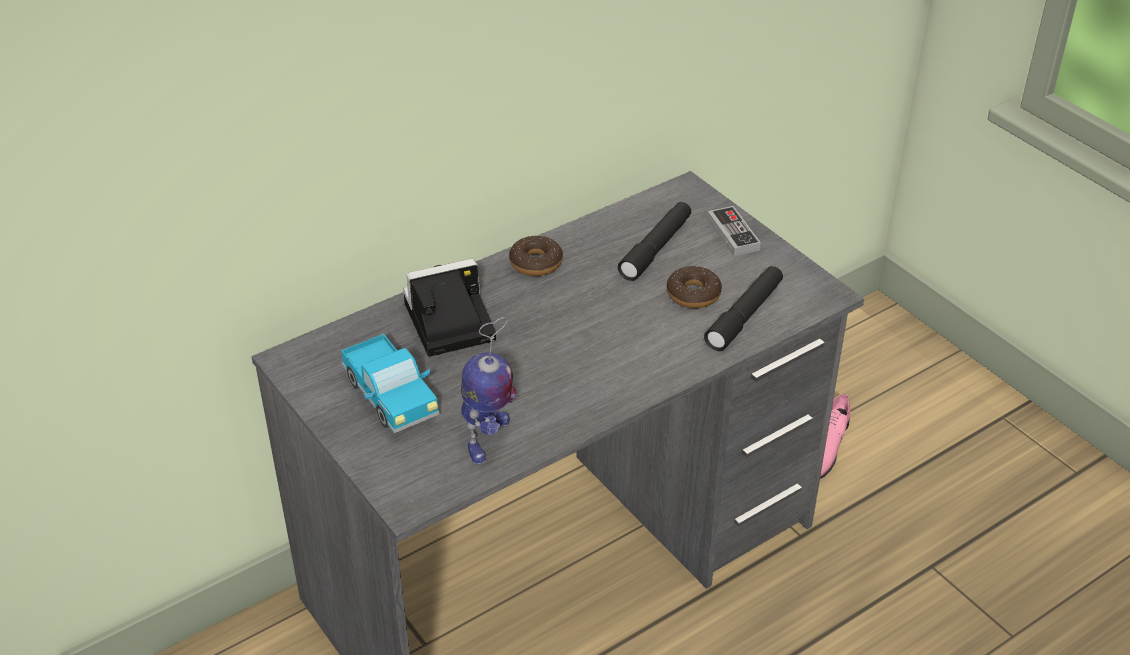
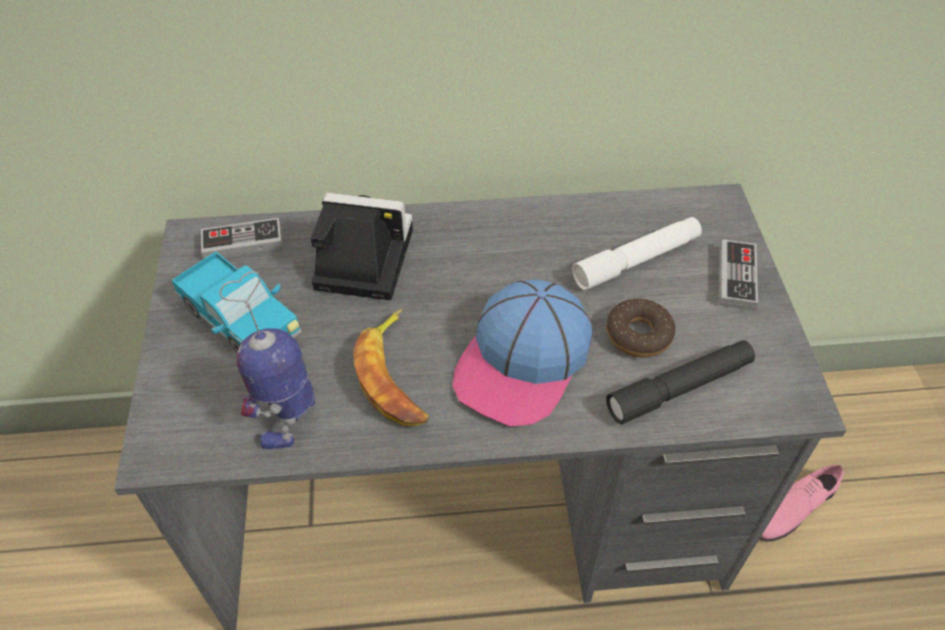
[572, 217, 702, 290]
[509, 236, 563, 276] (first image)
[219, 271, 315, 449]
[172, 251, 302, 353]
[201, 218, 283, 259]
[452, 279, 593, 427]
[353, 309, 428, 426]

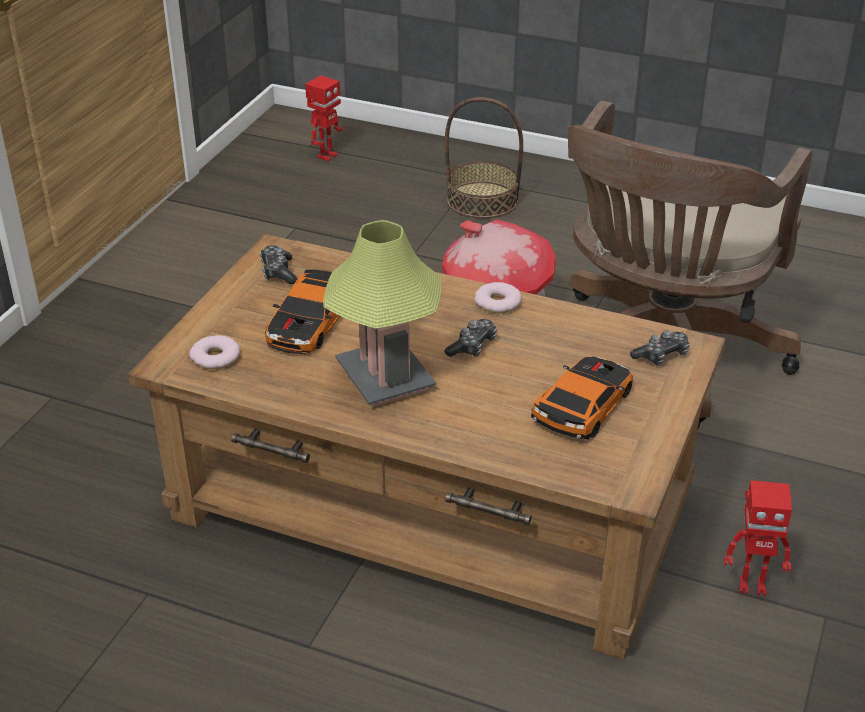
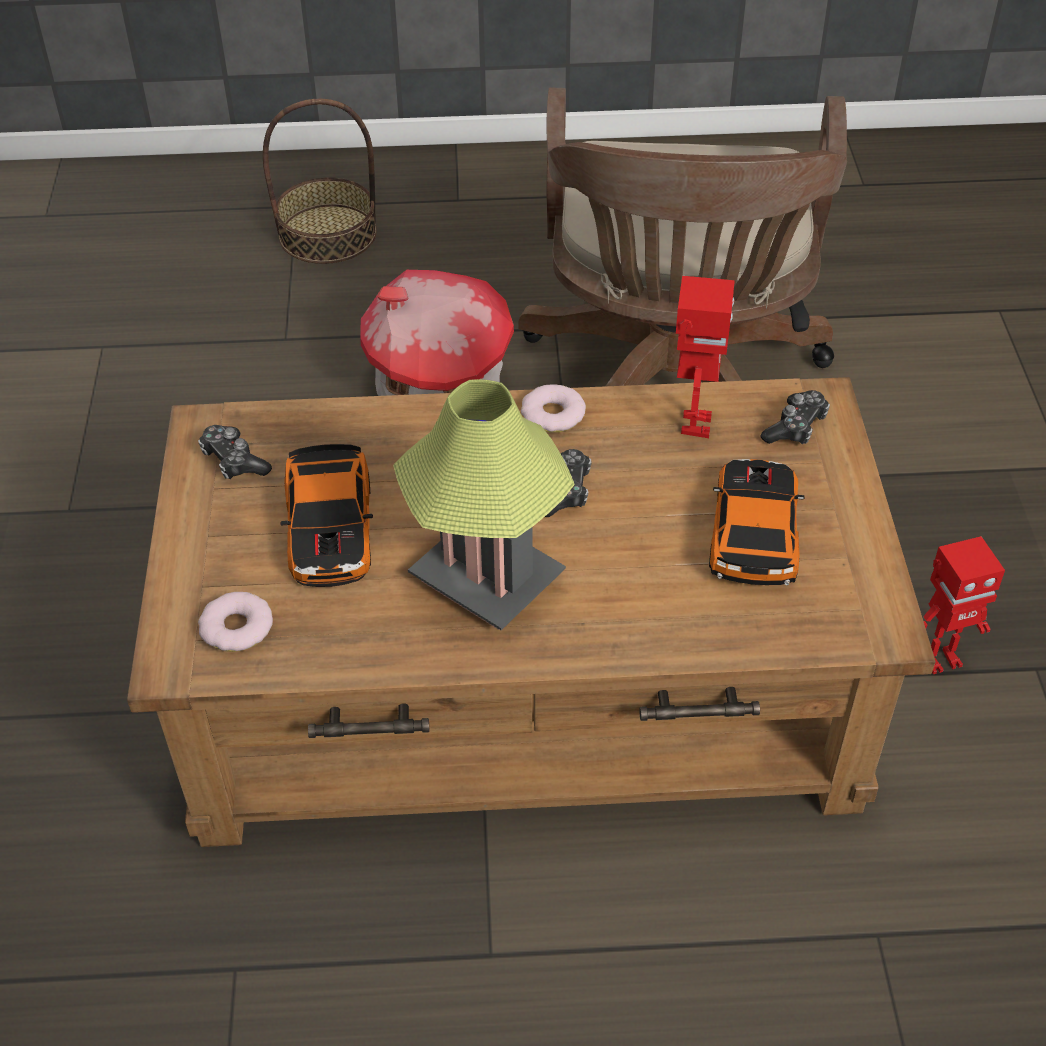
[676, 276, 735, 438]

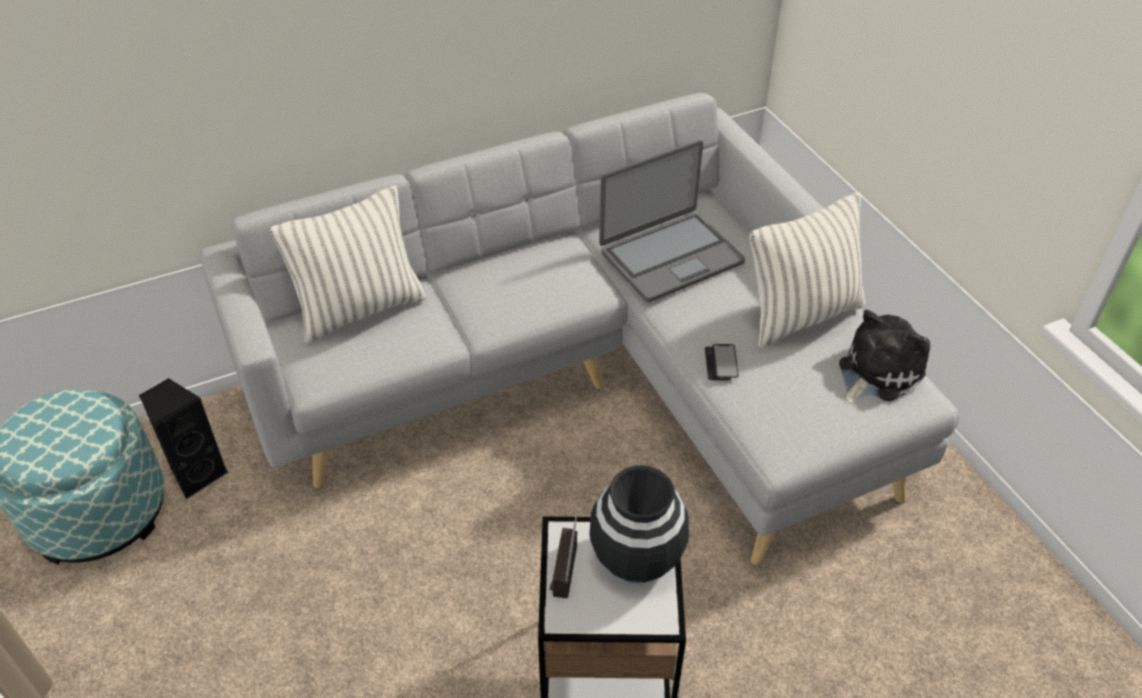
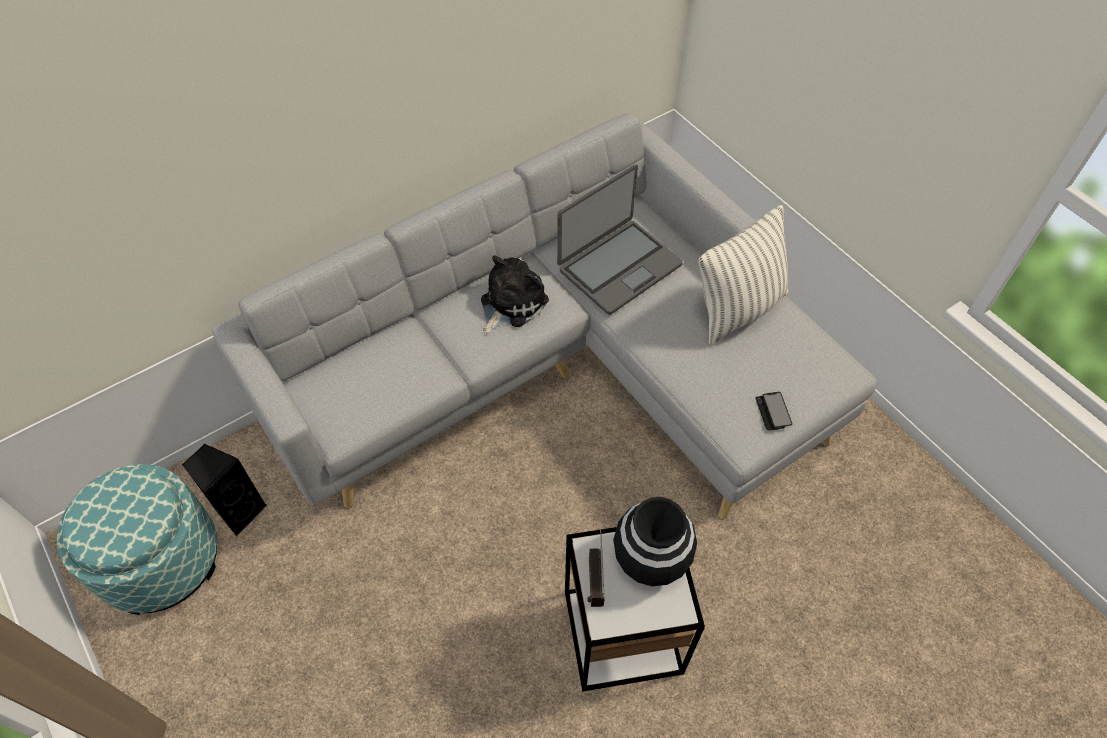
[269, 186, 426, 343] (first image)
[481, 255, 549, 334]
[755, 392, 792, 431]

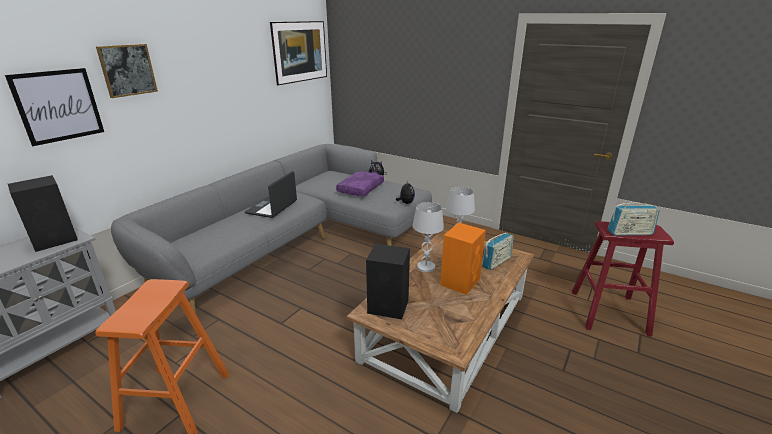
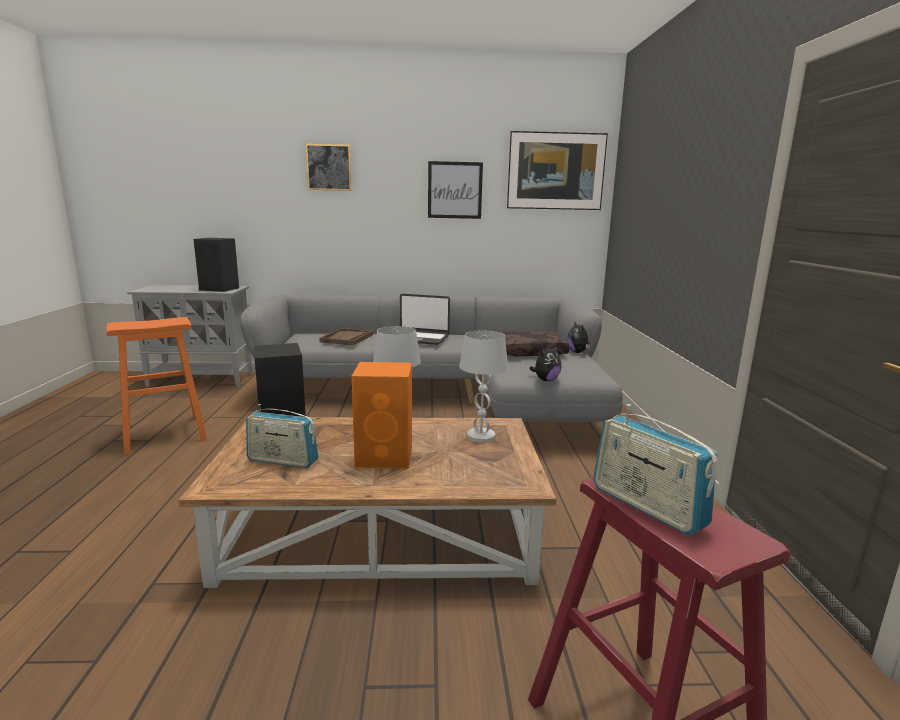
[428, 161, 483, 219]
[400, 294, 450, 345]
[502, 331, 570, 357]
[246, 404, 318, 468]
[319, 328, 373, 345]

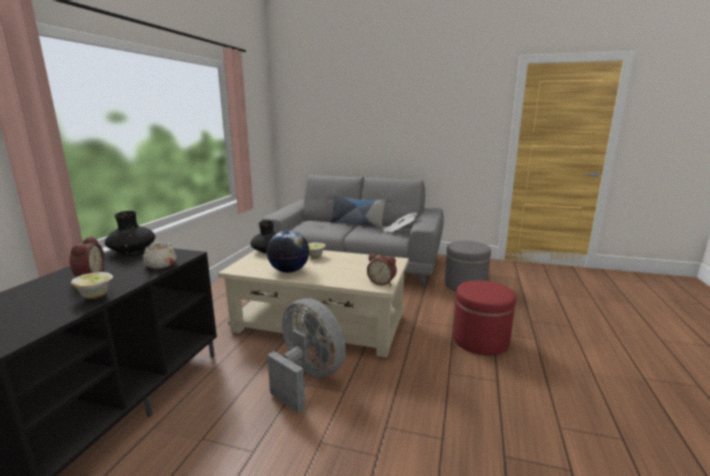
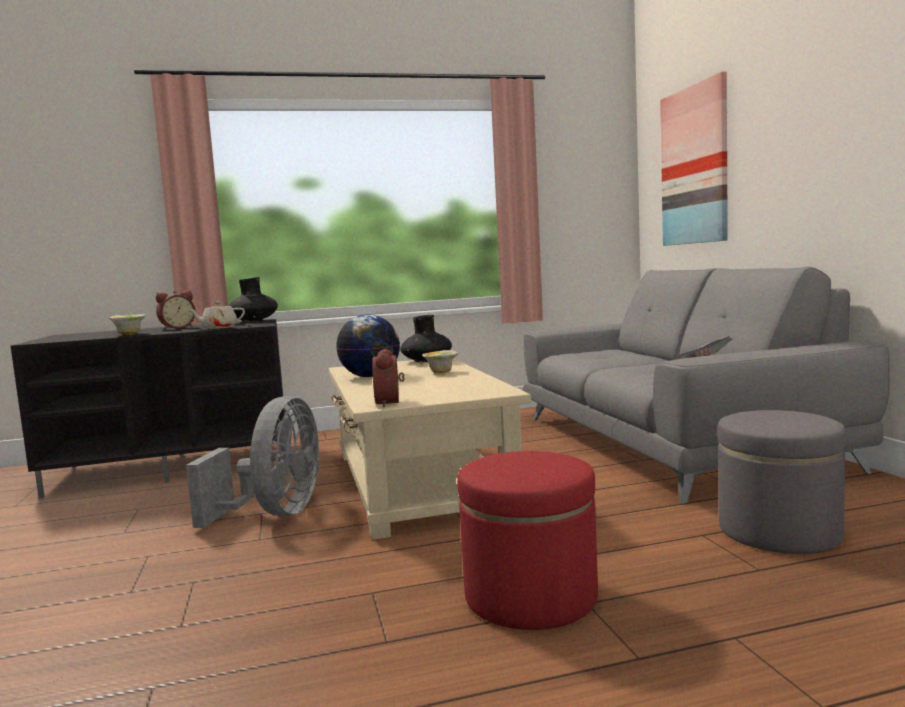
[330, 195, 386, 229] (first image)
[660, 71, 728, 246]

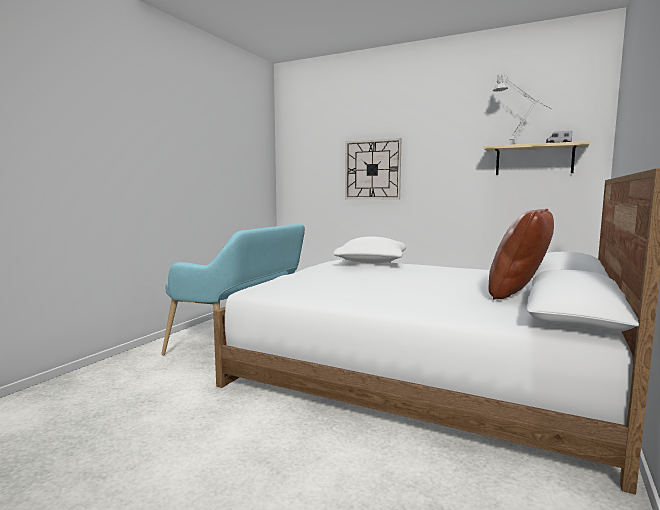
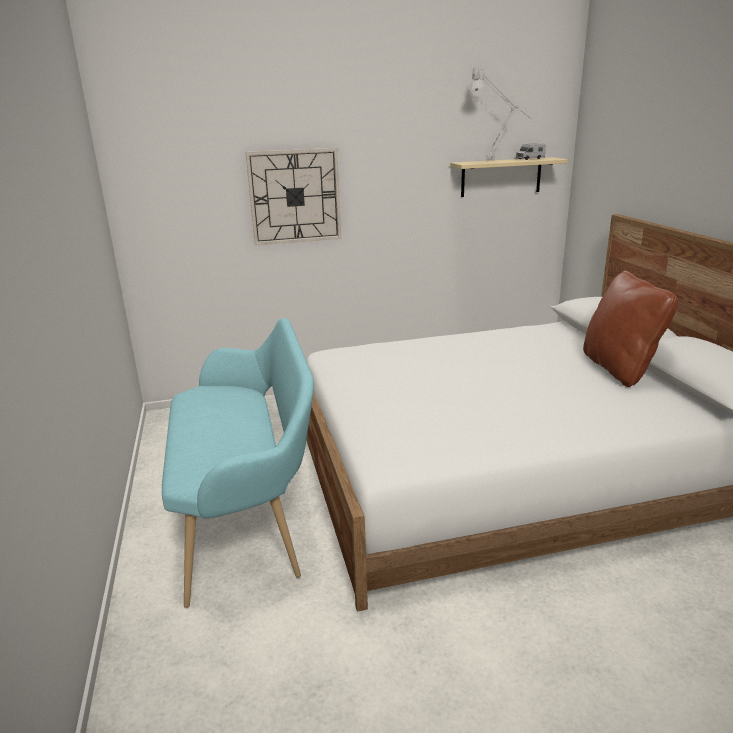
[333, 237, 406, 263] (first image)

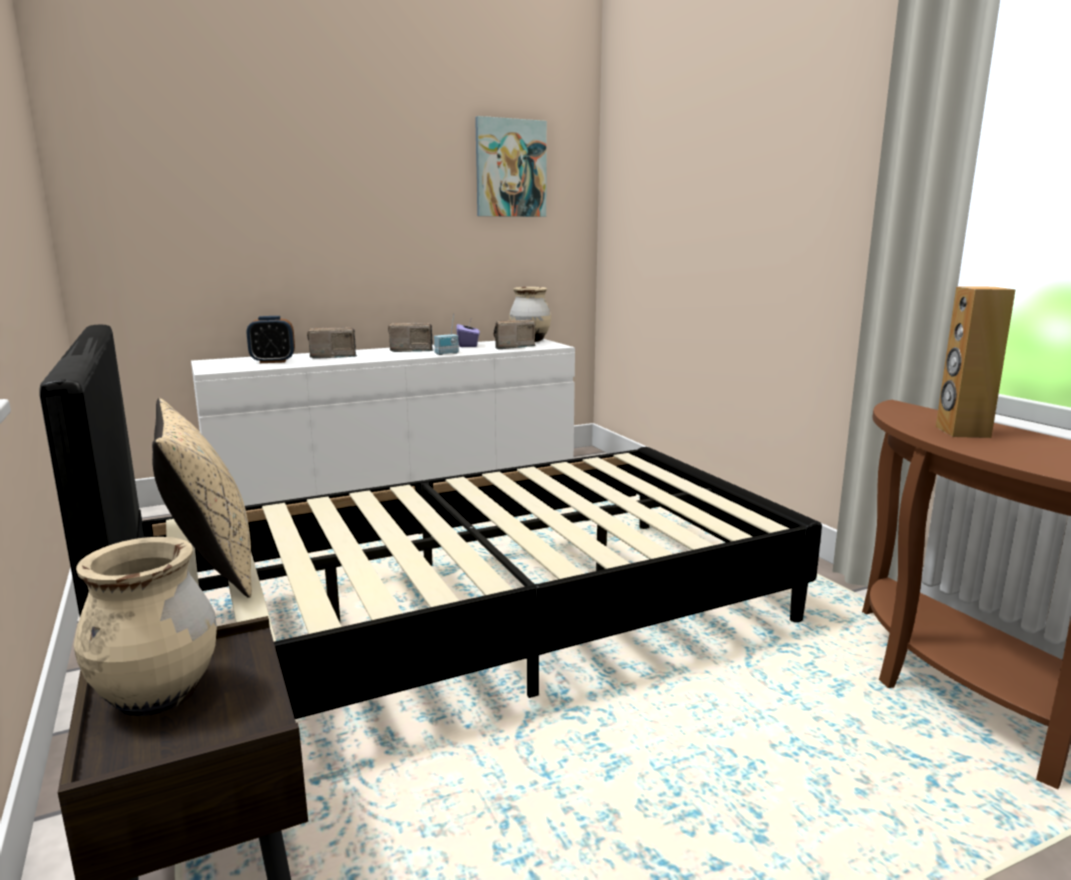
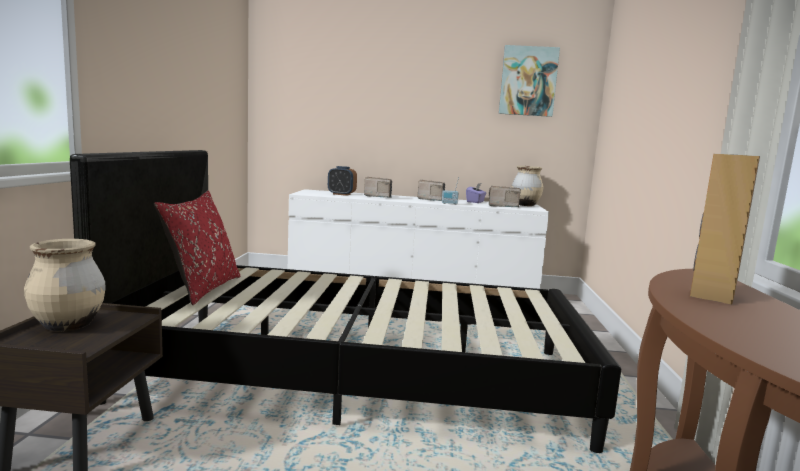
[154, 191, 240, 305]

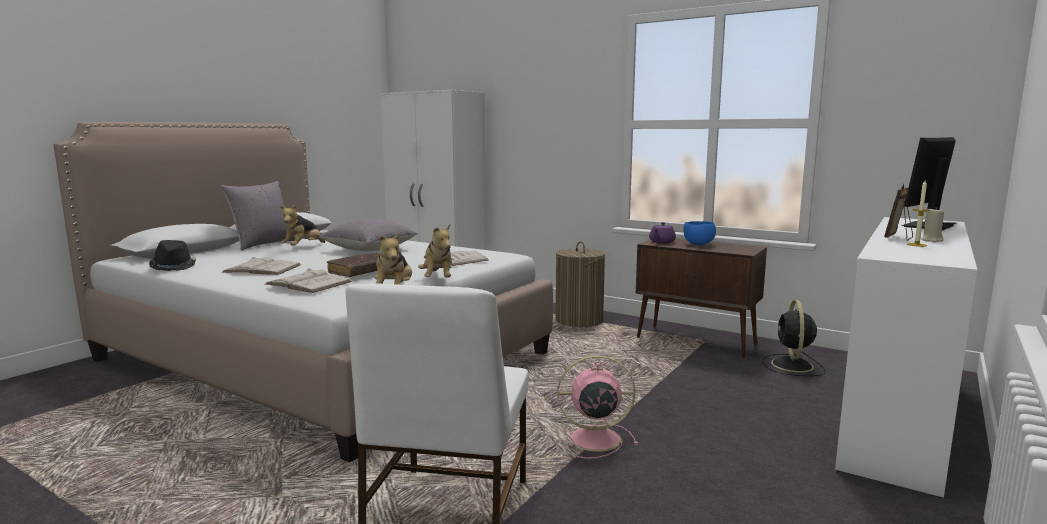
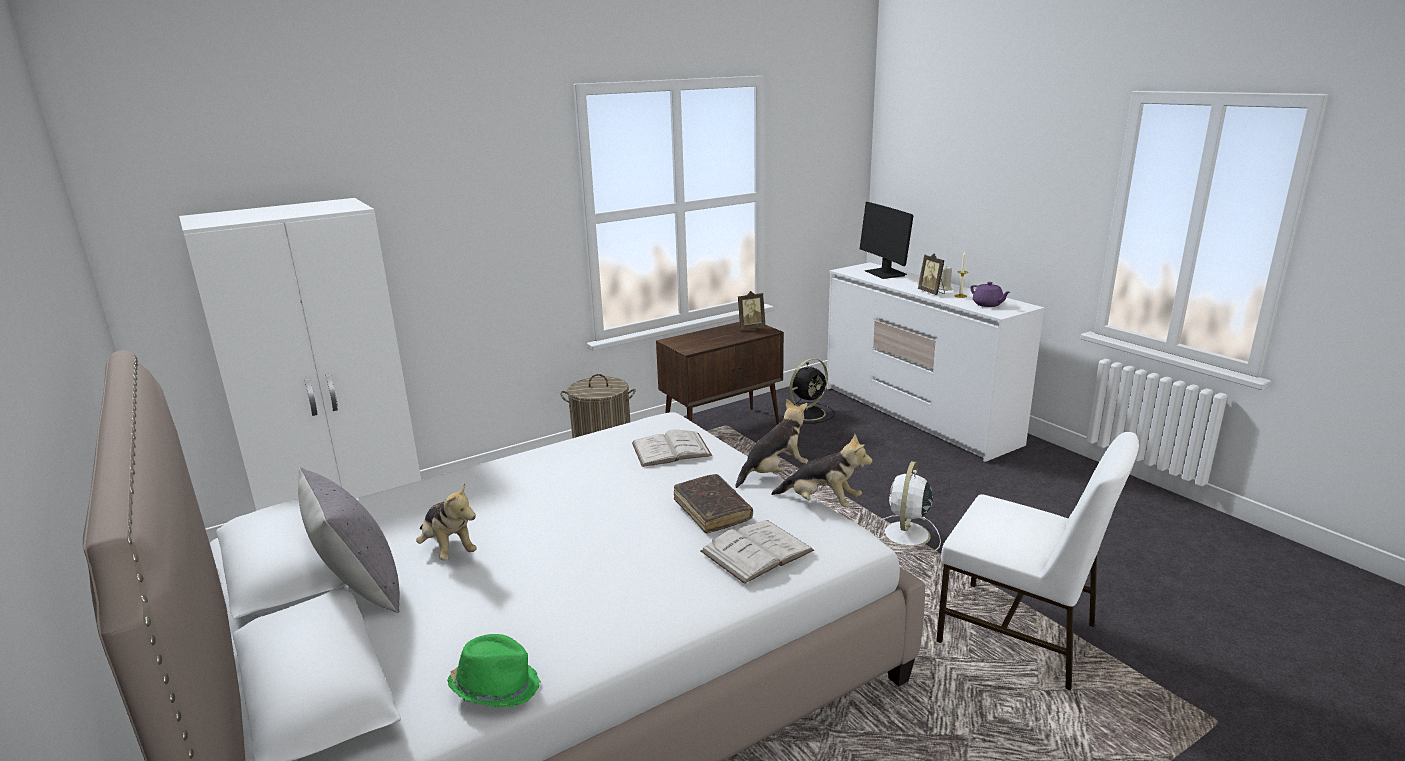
[319, 219, 418, 251] (first image)
[683, 221, 716, 245] (first image)
[971, 282, 1010, 307]
[735, 399, 808, 488]
[447, 634, 541, 708]
[221, 257, 300, 275] (first image)
[783, 358, 835, 424]
[881, 461, 941, 550]
[738, 291, 765, 330]

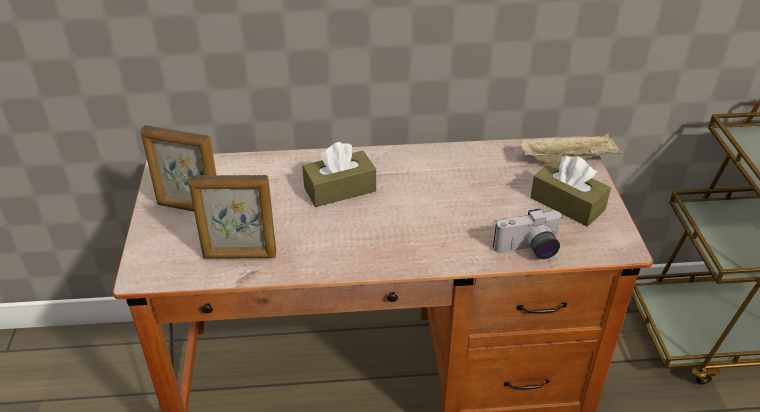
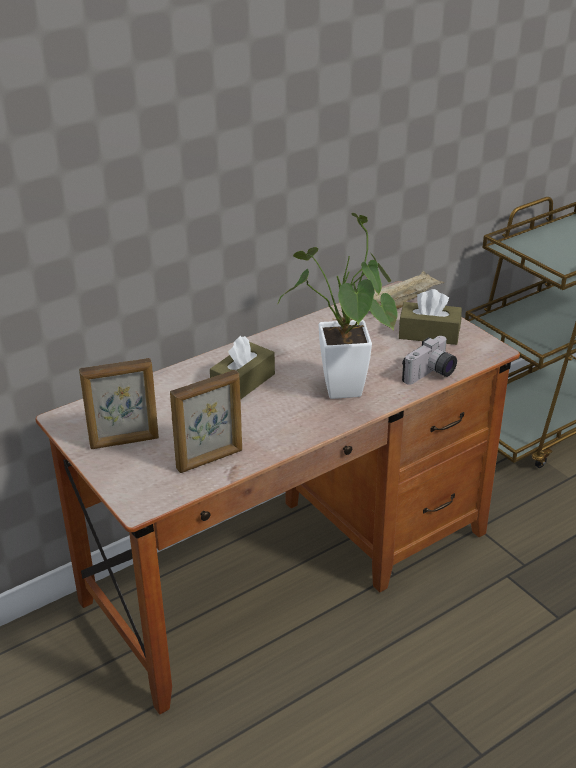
[277, 213, 398, 399]

